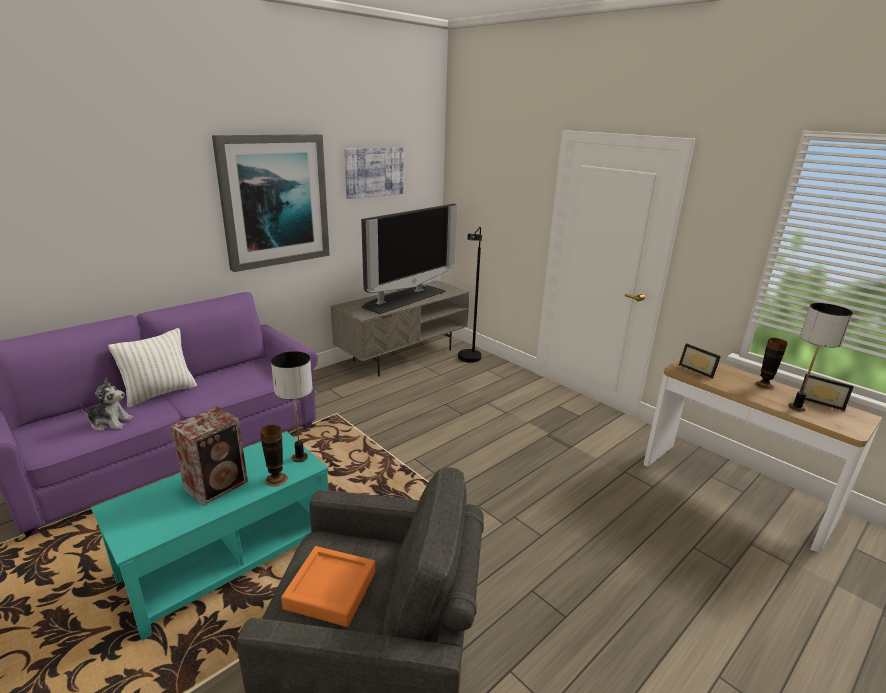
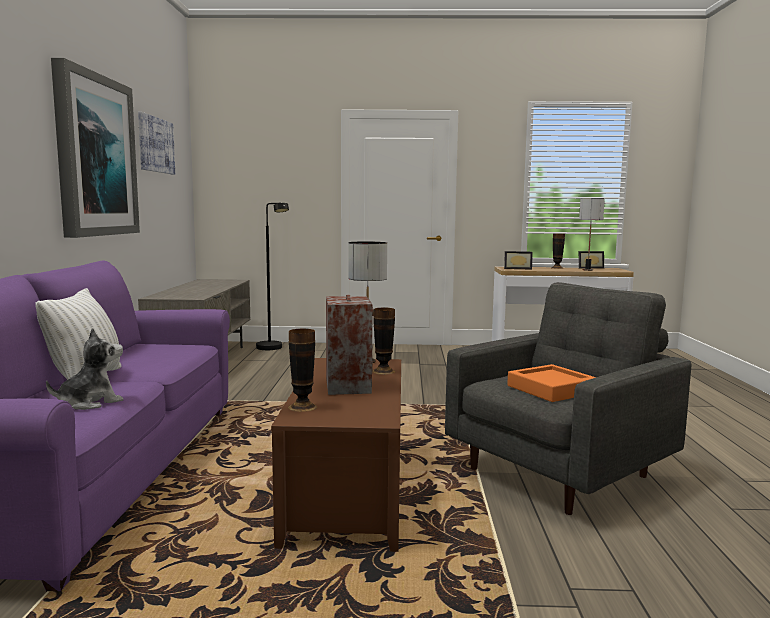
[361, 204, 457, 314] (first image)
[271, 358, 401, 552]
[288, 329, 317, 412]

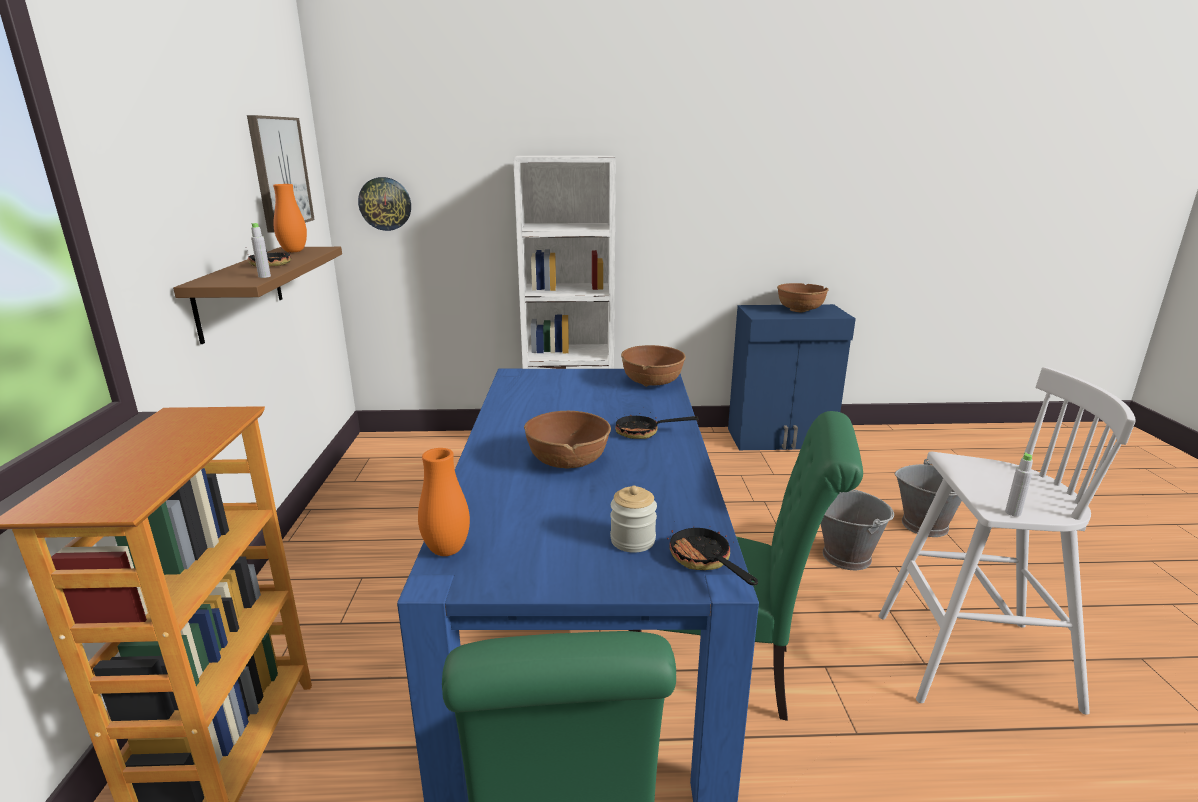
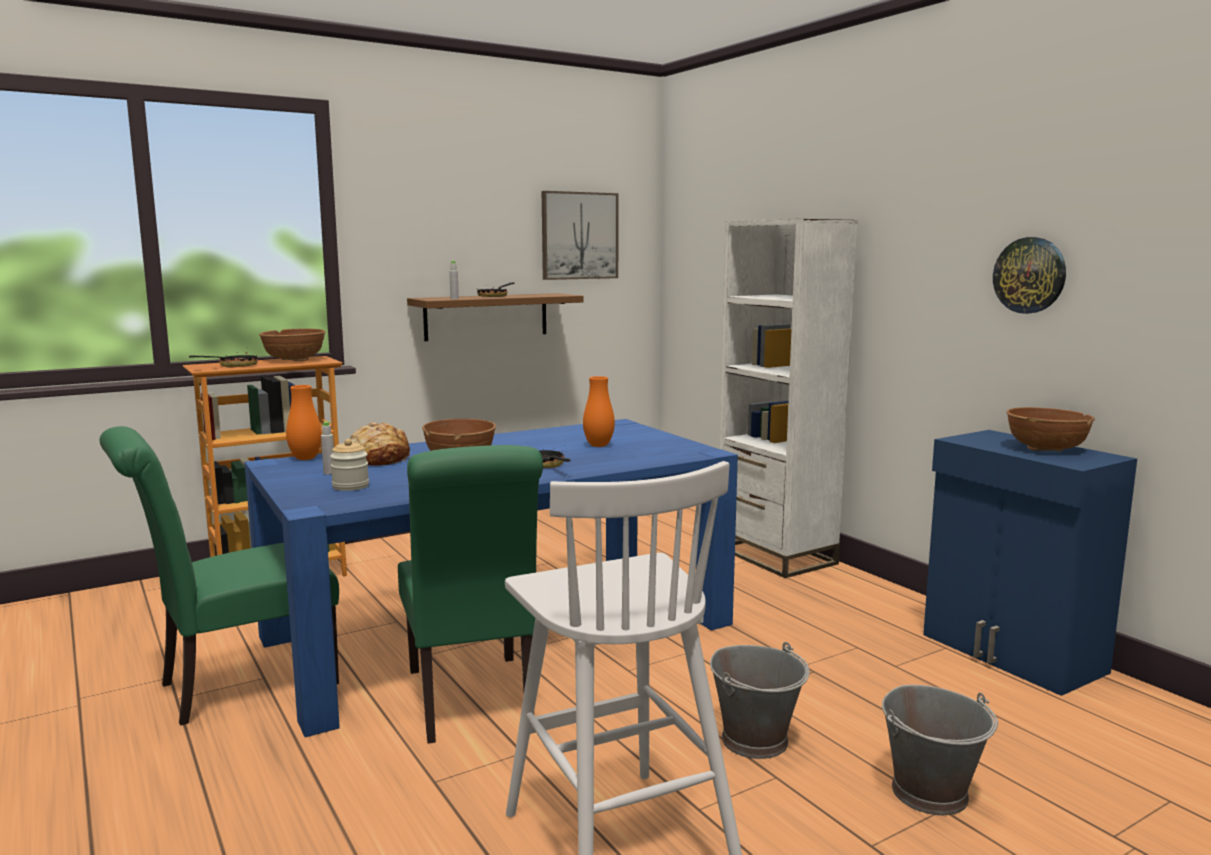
[993, 237, 1066, 314]
[583, 376, 615, 447]
[259, 328, 326, 361]
[321, 421, 334, 475]
[189, 352, 258, 368]
[350, 422, 410, 466]

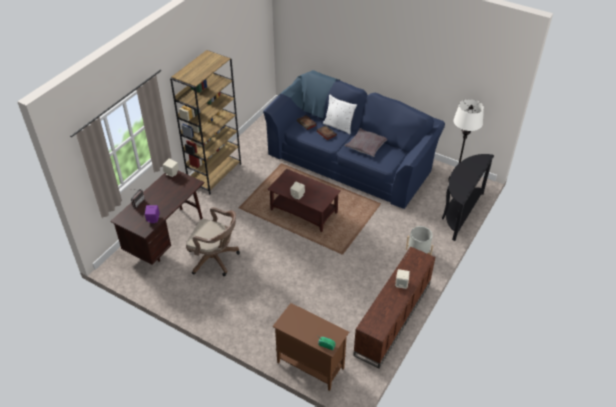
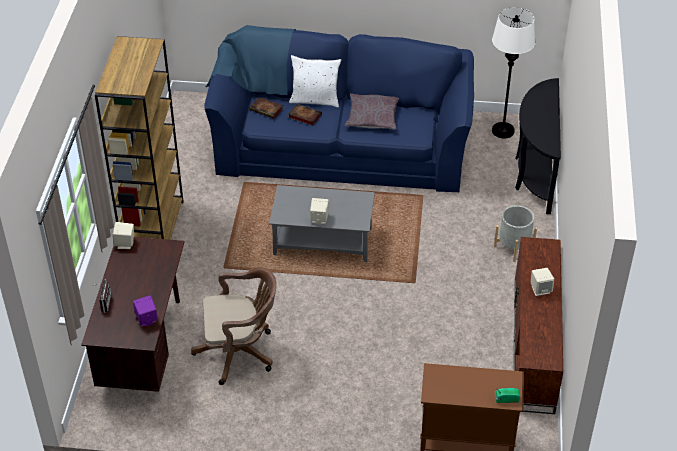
[269, 185, 375, 262]

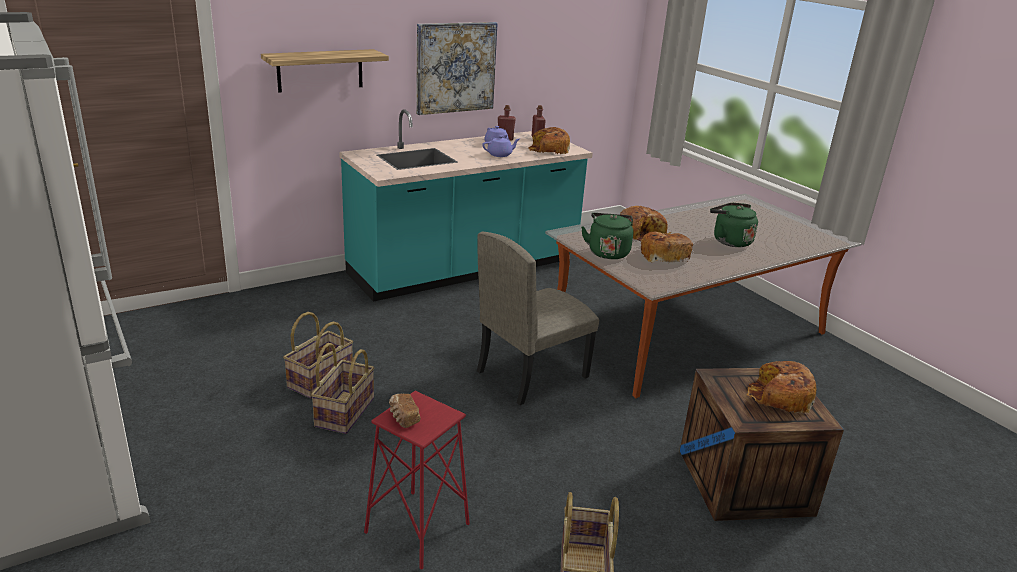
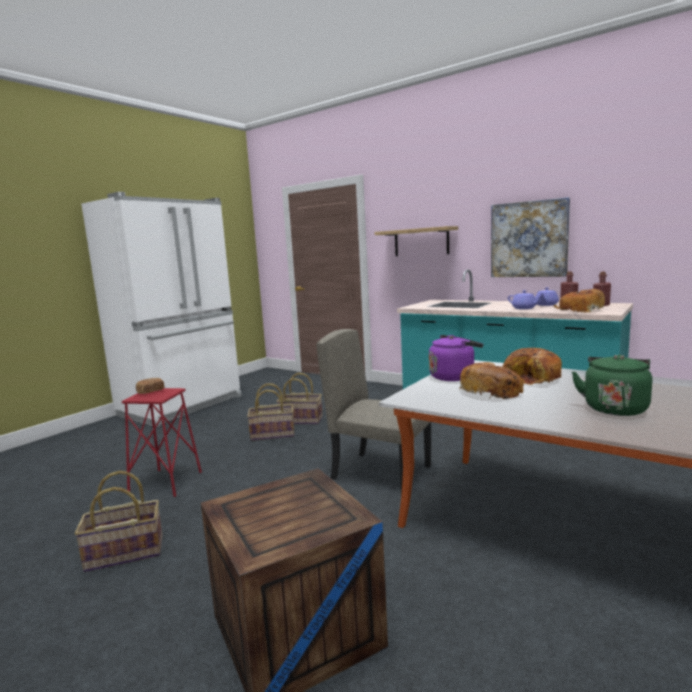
[429, 335, 483, 381]
[747, 361, 817, 414] (first image)

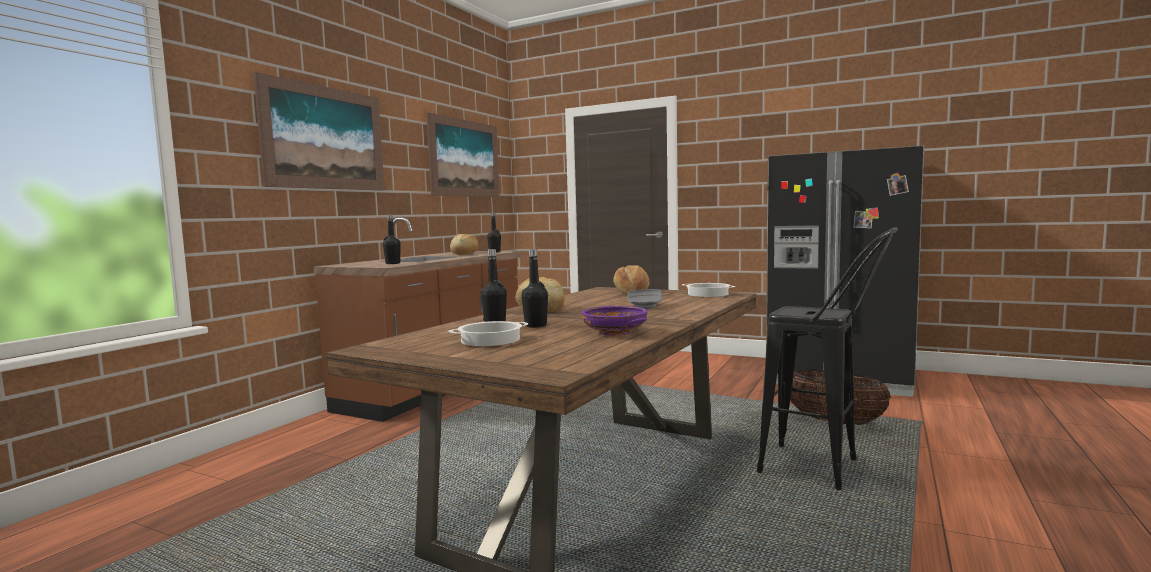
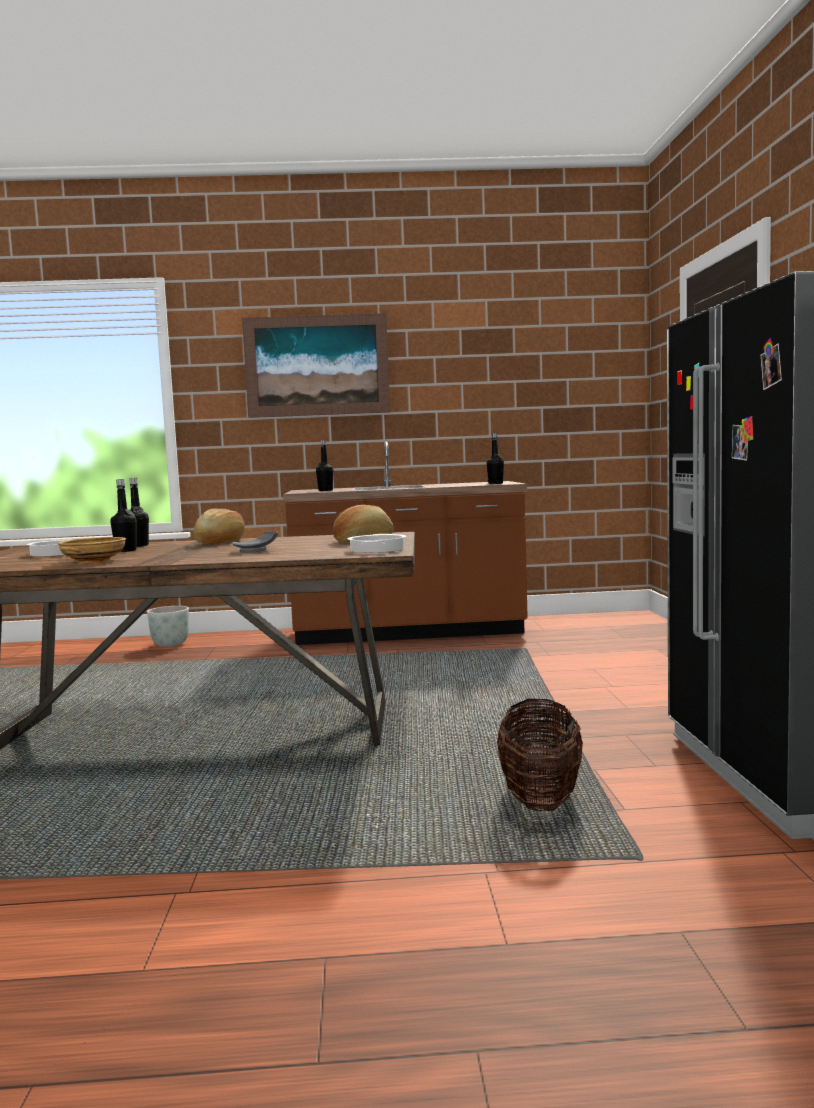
[426, 112, 500, 197] (first image)
[757, 227, 898, 490] (first image)
[450, 234, 479, 255] (first image)
[58, 537, 126, 563]
[147, 606, 189, 647]

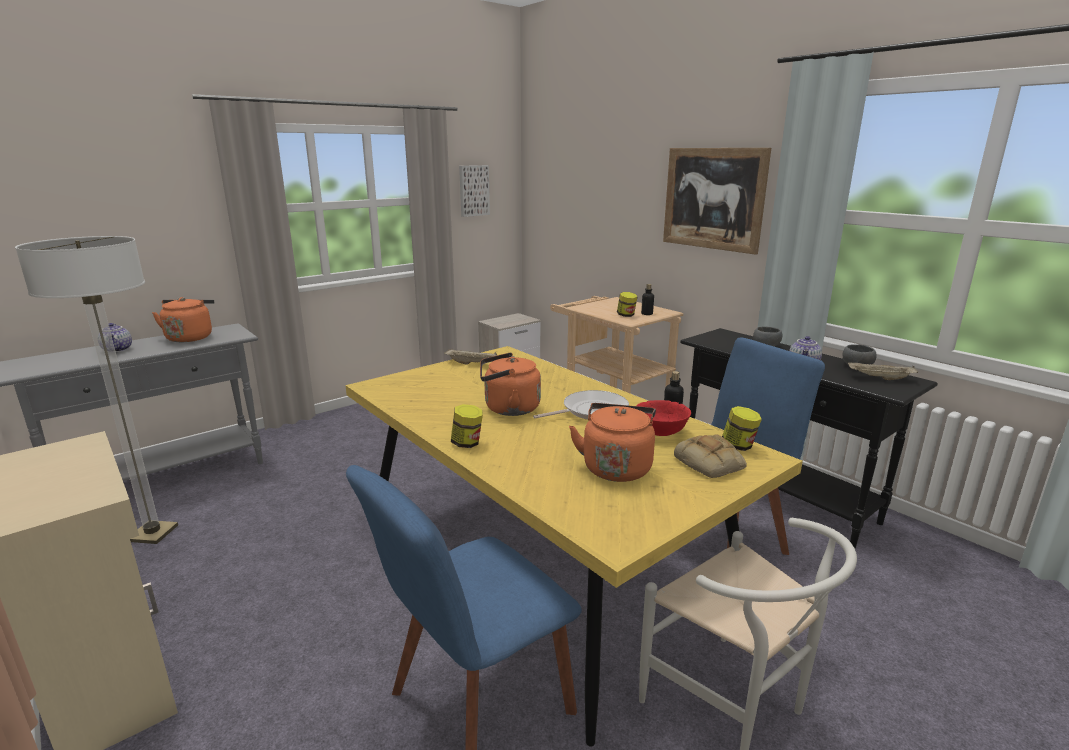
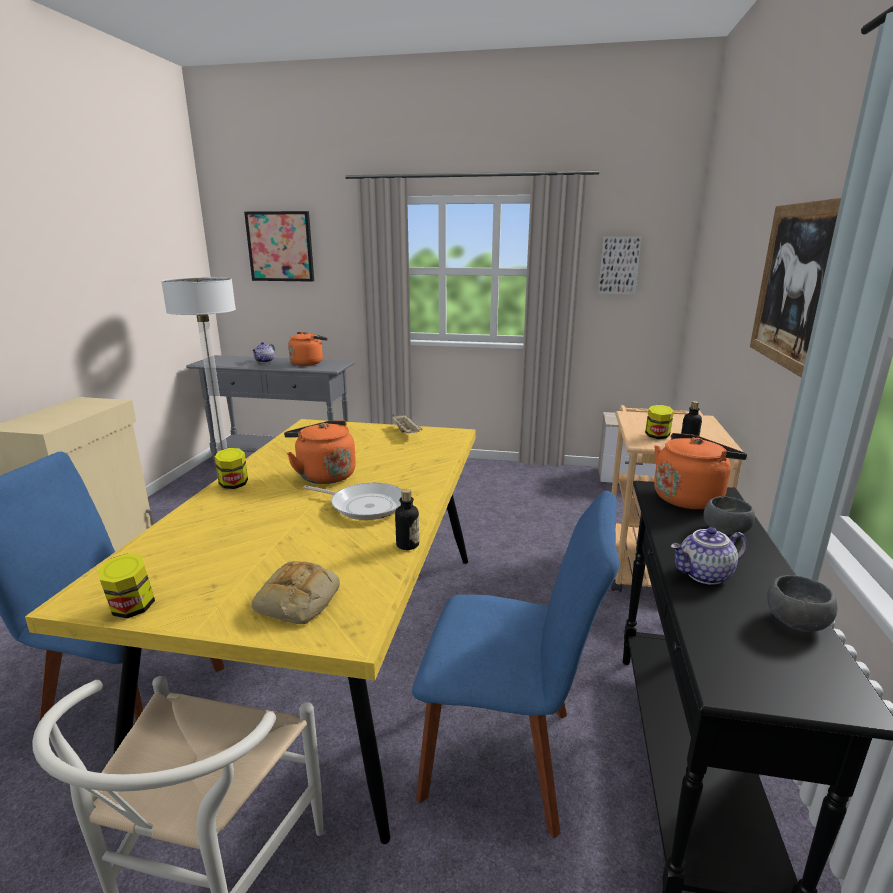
[848, 362, 919, 380] (first image)
[636, 400, 691, 436] (first image)
[654, 433, 747, 509]
[98, 554, 155, 618]
[244, 211, 314, 282]

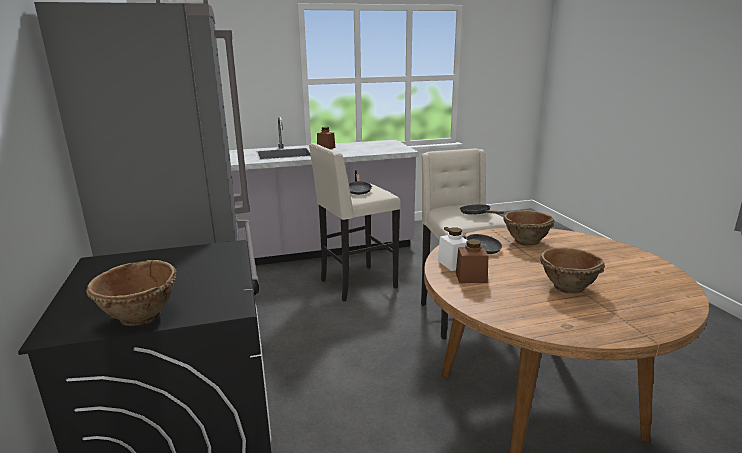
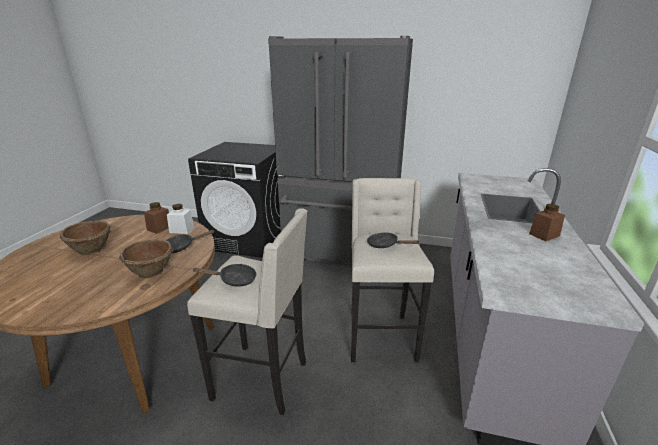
[86, 260, 176, 326] (first image)

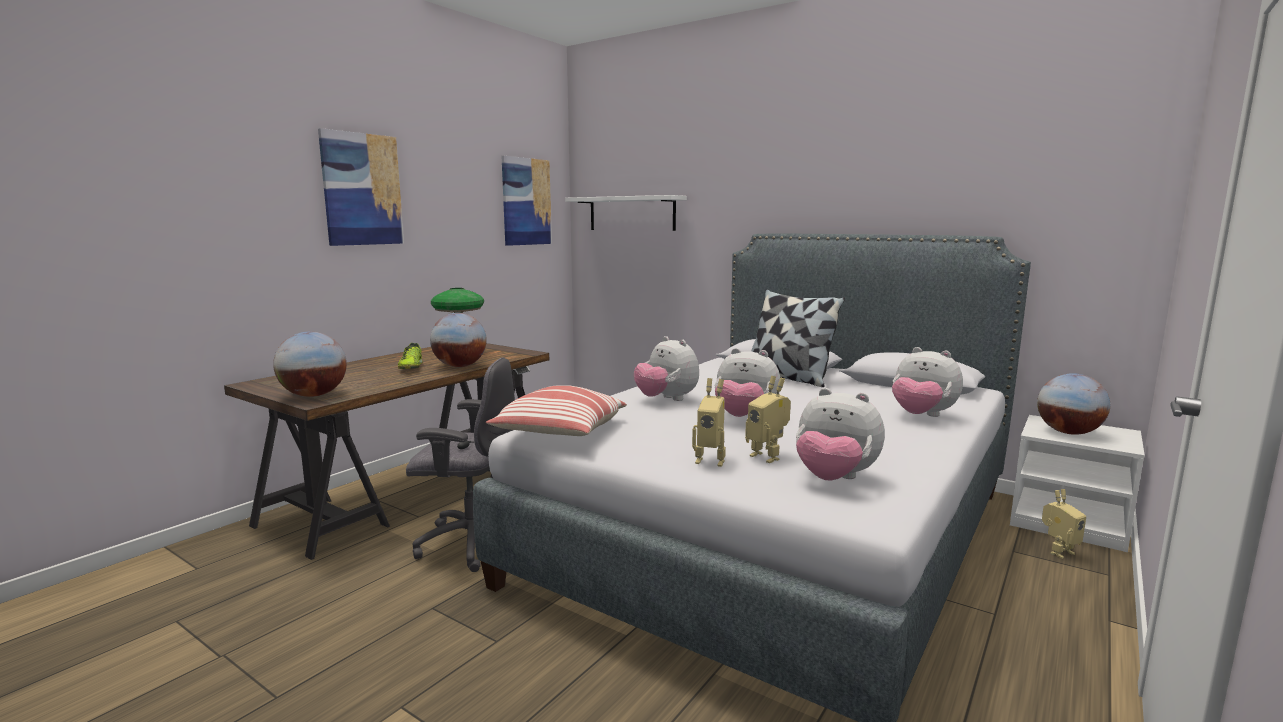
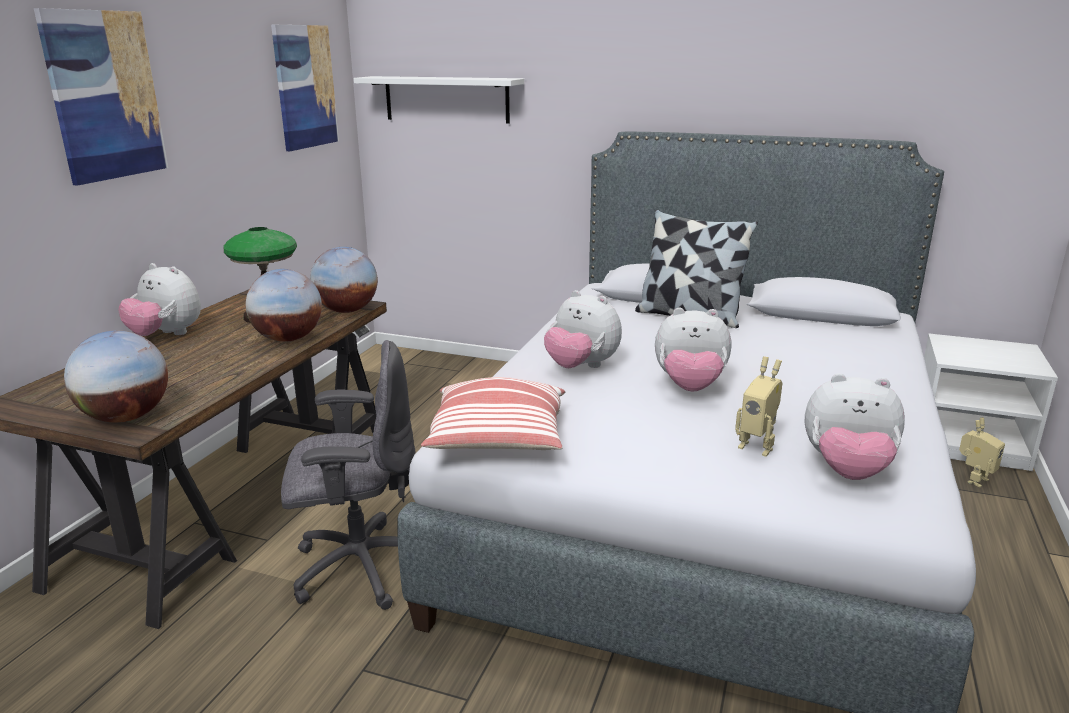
[398, 343, 423, 369] (first image)
[118, 263, 201, 336]
[310, 247, 378, 313]
[692, 378, 726, 467] (first image)

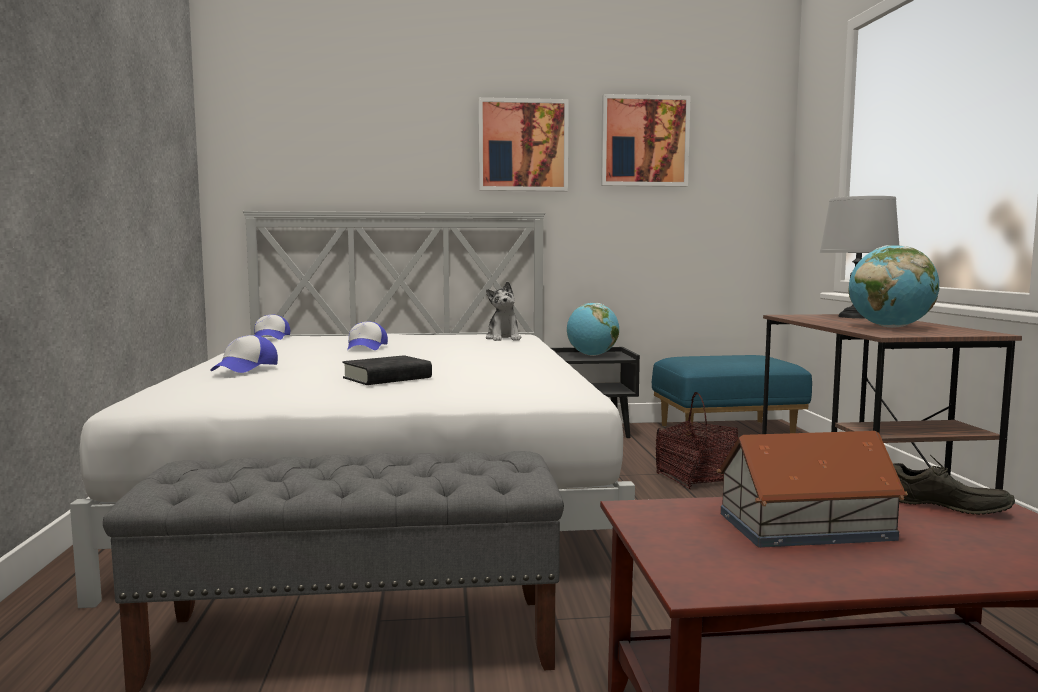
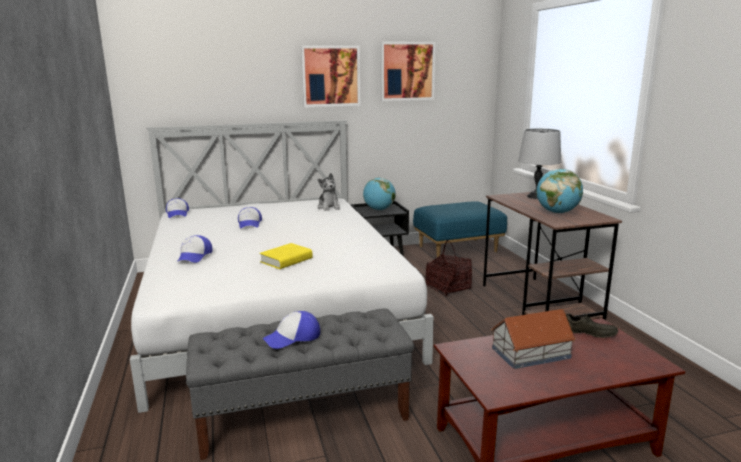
[260, 243, 313, 269]
[263, 311, 320, 349]

